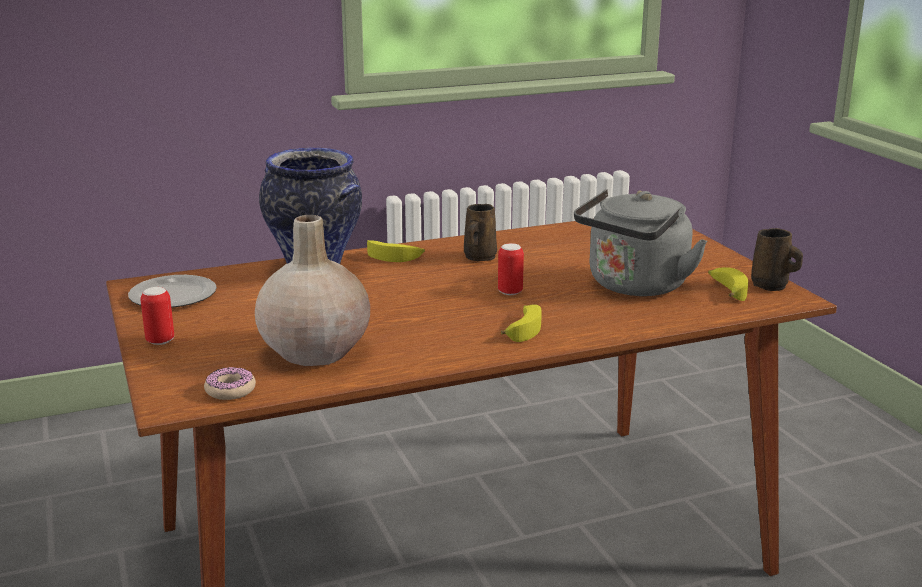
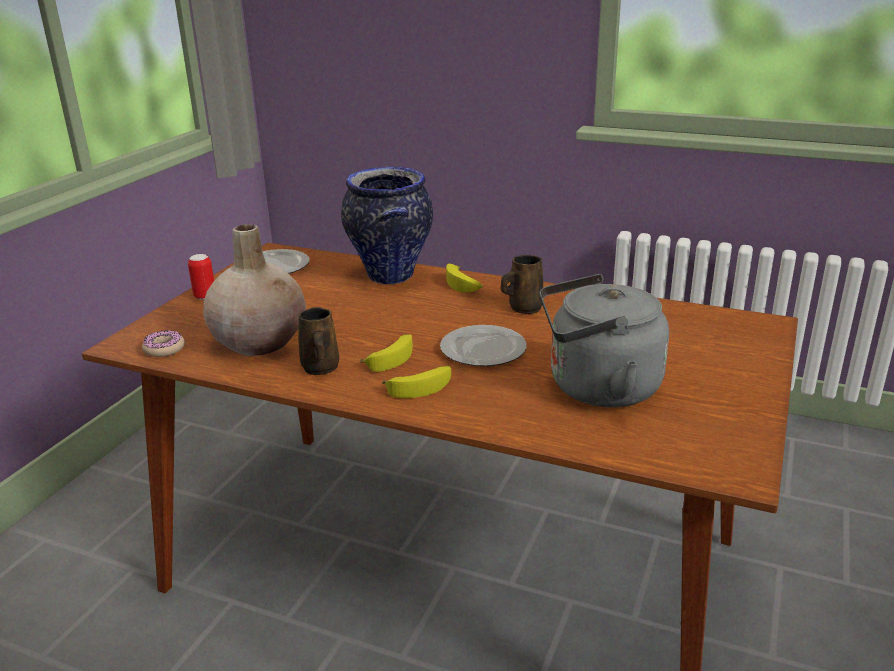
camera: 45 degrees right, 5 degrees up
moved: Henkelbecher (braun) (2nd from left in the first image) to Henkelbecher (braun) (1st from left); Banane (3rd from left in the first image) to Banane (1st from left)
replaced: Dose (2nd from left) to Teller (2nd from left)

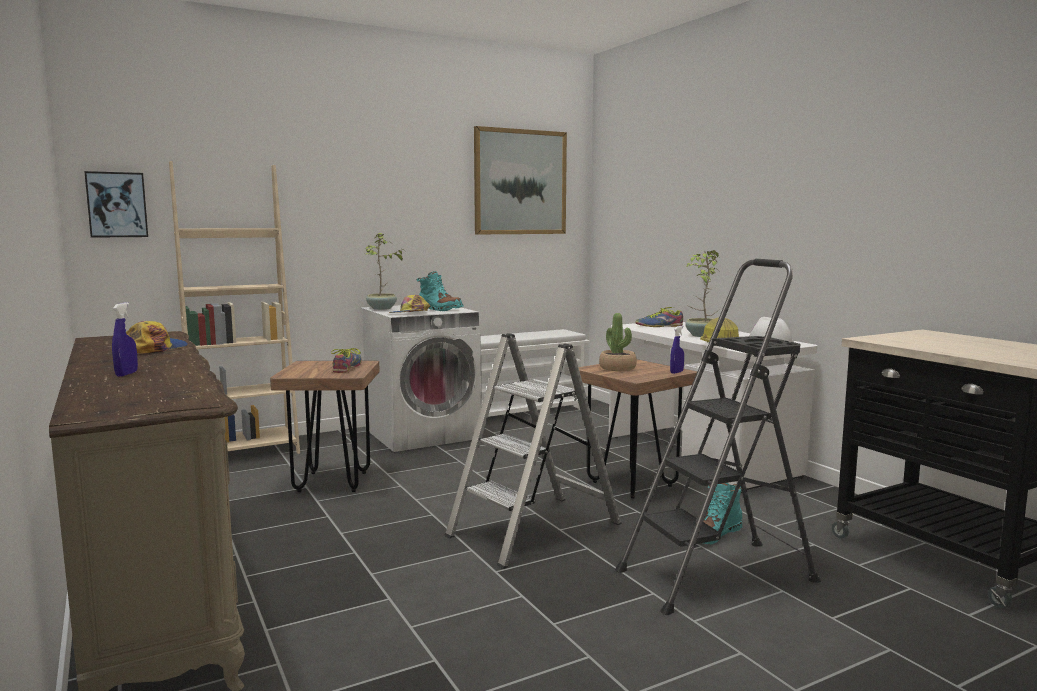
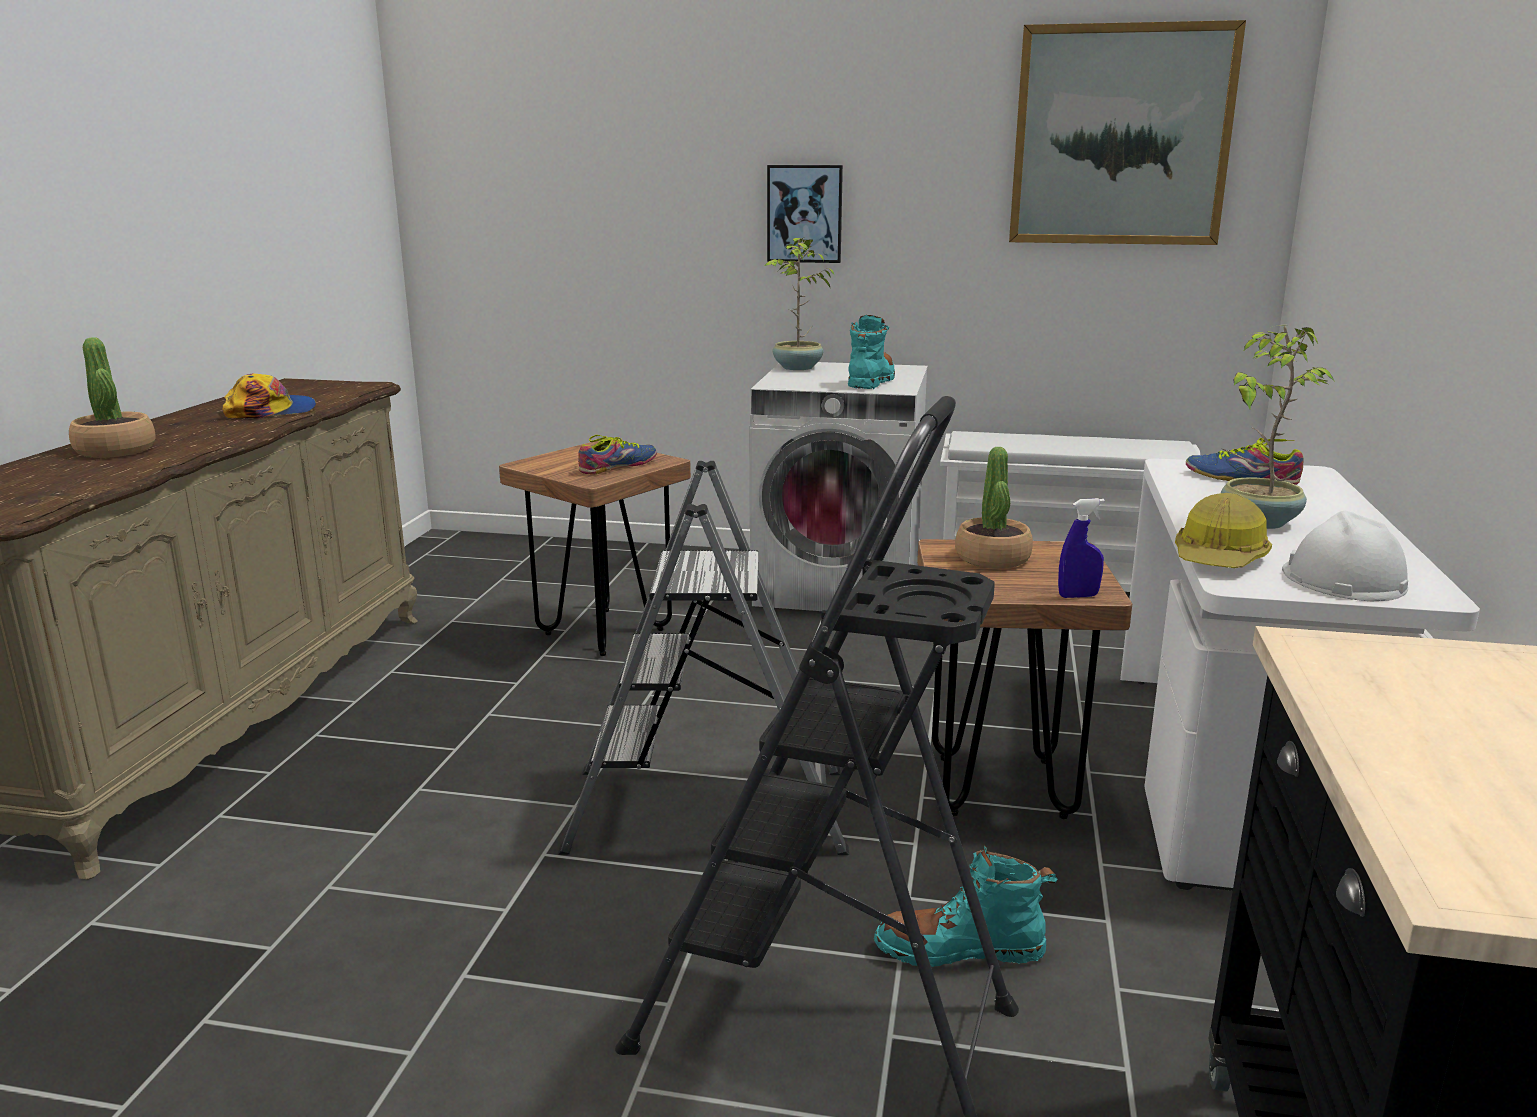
camera: 40 degrees right, 10 degrees up
removed: Bücherregal (beige); Kappe (2nd from left)
moved: Bild (1st from left)
replaced: Sprühflasche (blau) (1st from left) to Topfpflanze (1st from left)
turned: Stiefel (türkis) (1st from left) 150 degrees counterclockwise

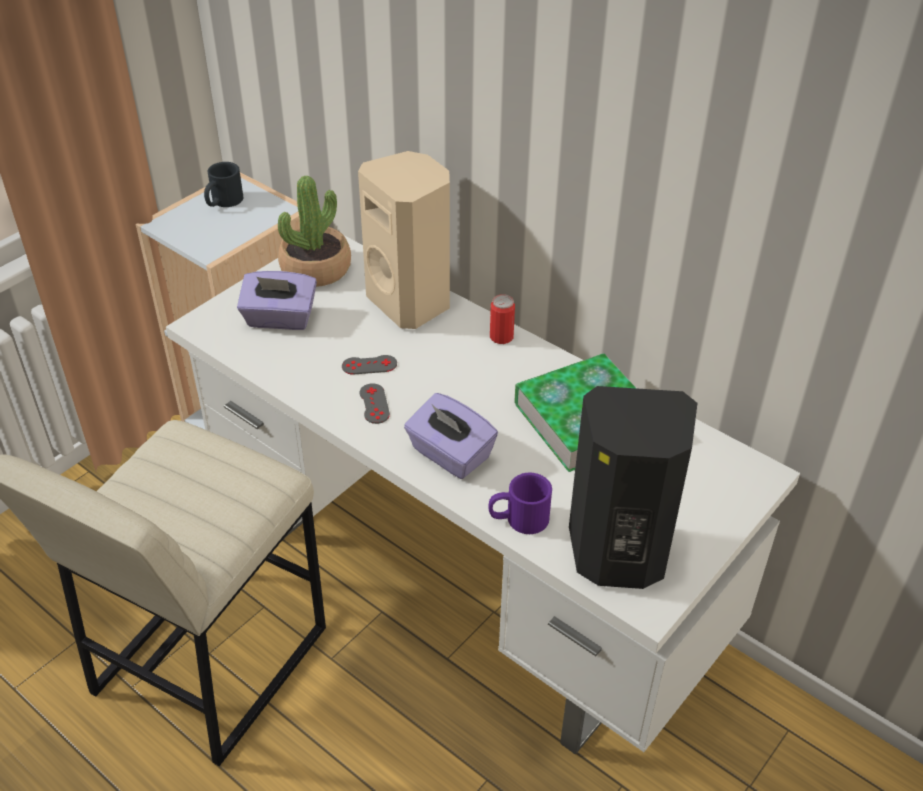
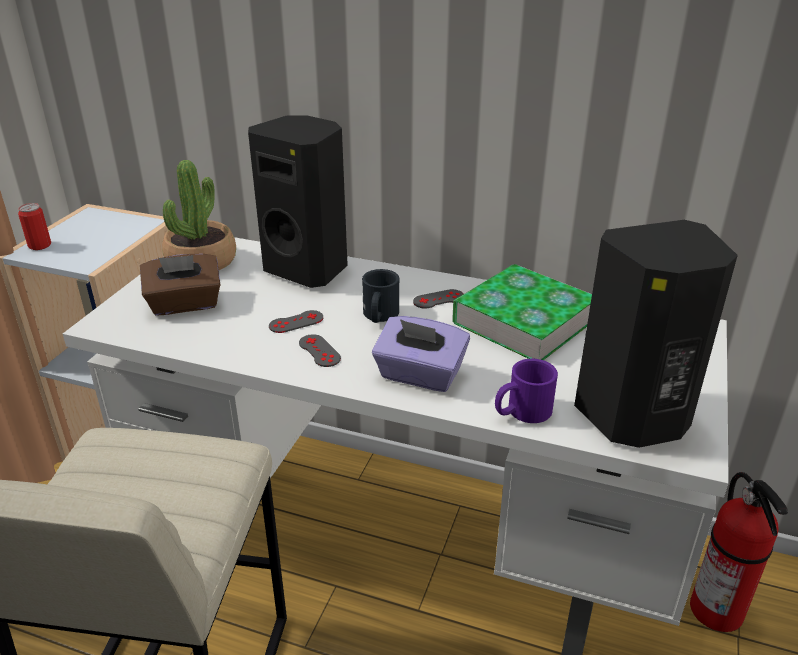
camera: 20 degrees left, 10 degrees down
added: Gamepad (grau) (3rd from left); Feuerlöscher
moved: Dose; Henkelbecher (schwarz)
recoloured: Taschentuchbox (lila) (1st from left) to Taschentuchbox (braun); Lautsprecher (beige) to Lautsprecher (schwarz) (1st from left)

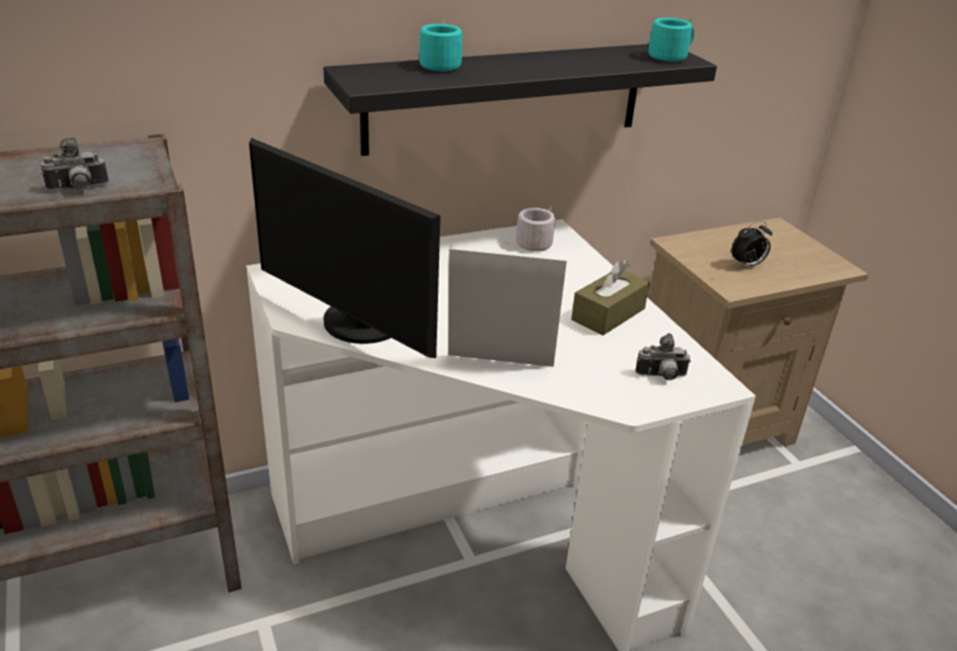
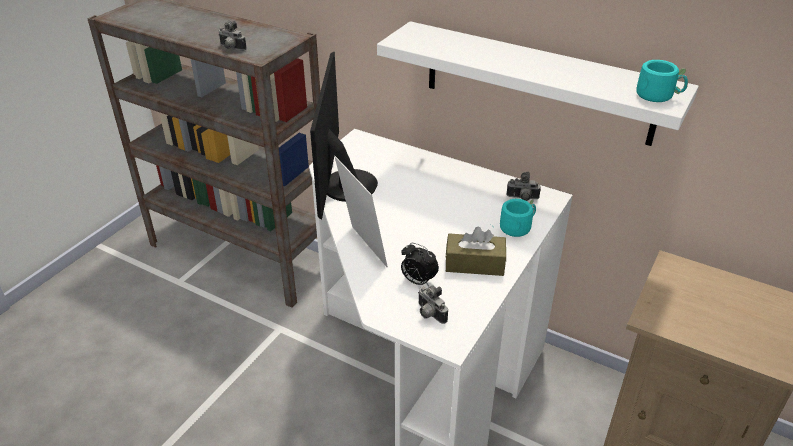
camera: 55 degrees right, 5 degrees up
moved: Wecker; Henkelbecher (türkis) (1st from left)
replaced: Henkelbecher (grau) to Kamera (3rd from left)
recoloured: Wandregal (schwarz) to Wandregal (weiß)

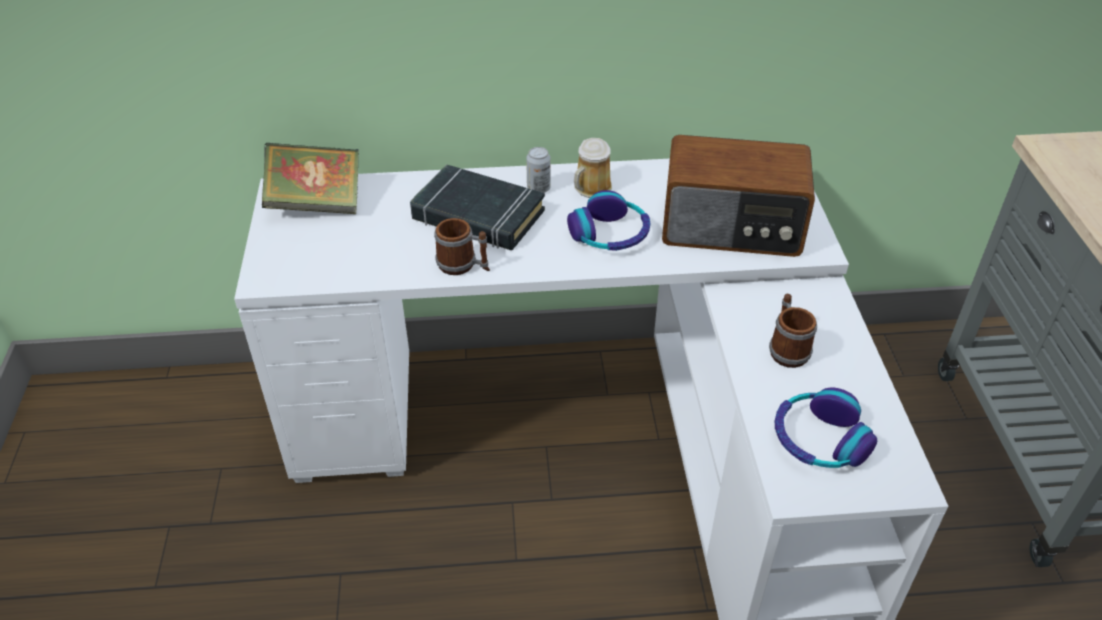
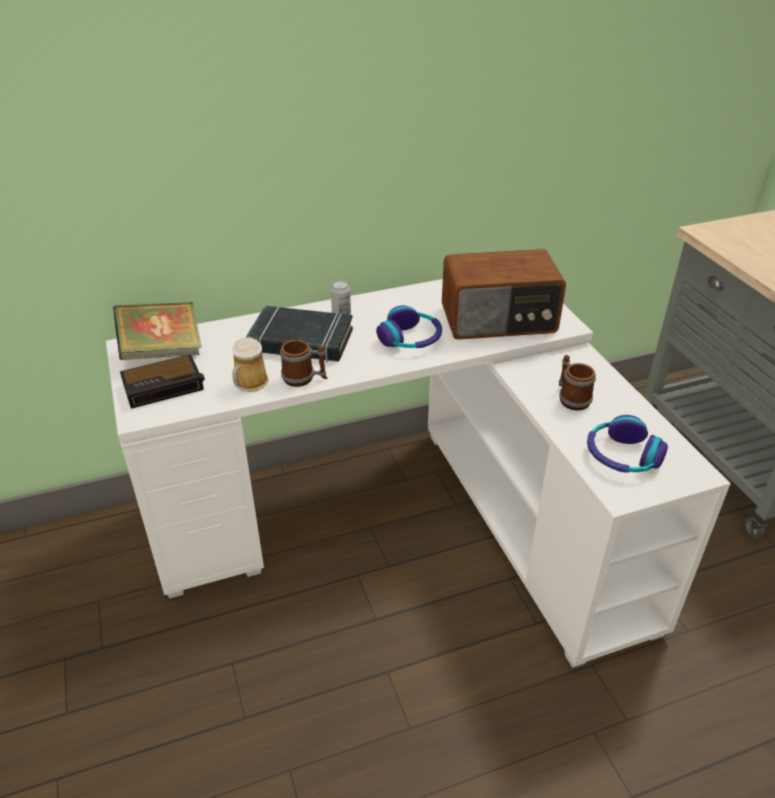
camera: 15 degrees left, 5 degrees down
added: Wecker
moved: Henkelbecher (2nd from left in the first image) to Henkelbecher (1st from left)

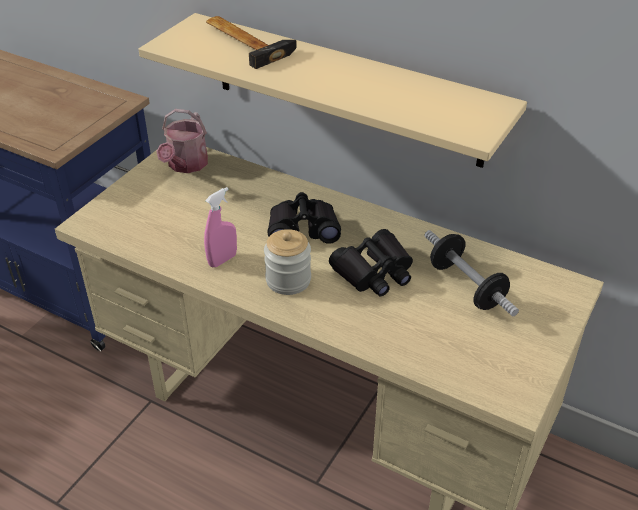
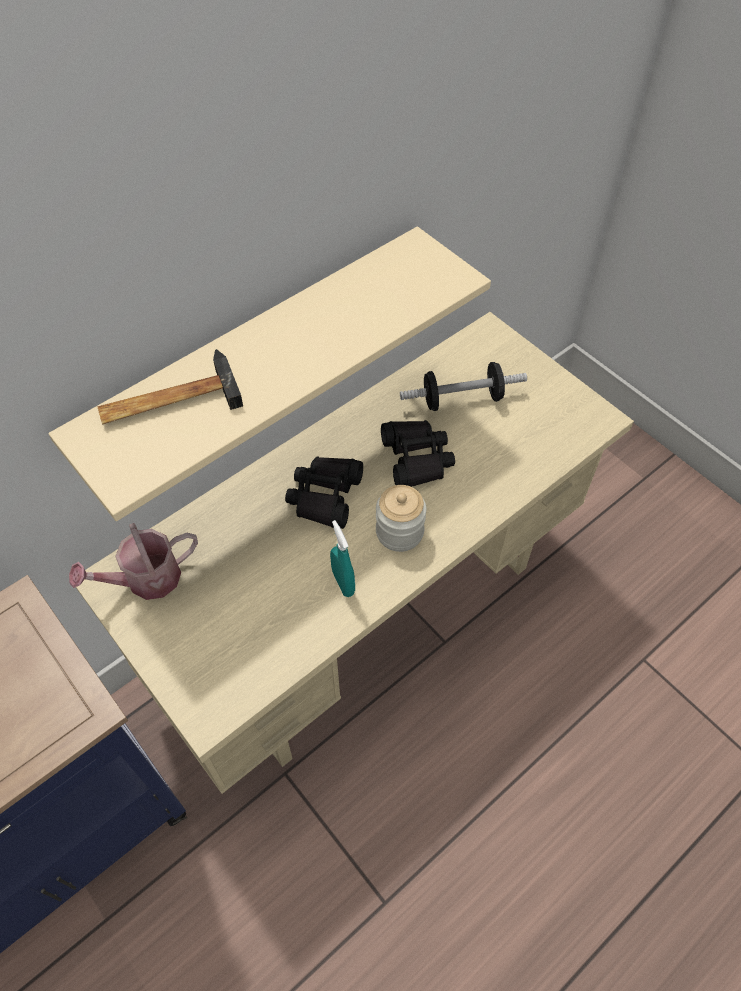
camera: 70 degrees left, 15 degrees up
recoloured: Sprühflasche (rosa) to Sprühflasche (türkis)
turned: Gießkanne 120 degrees clockwise

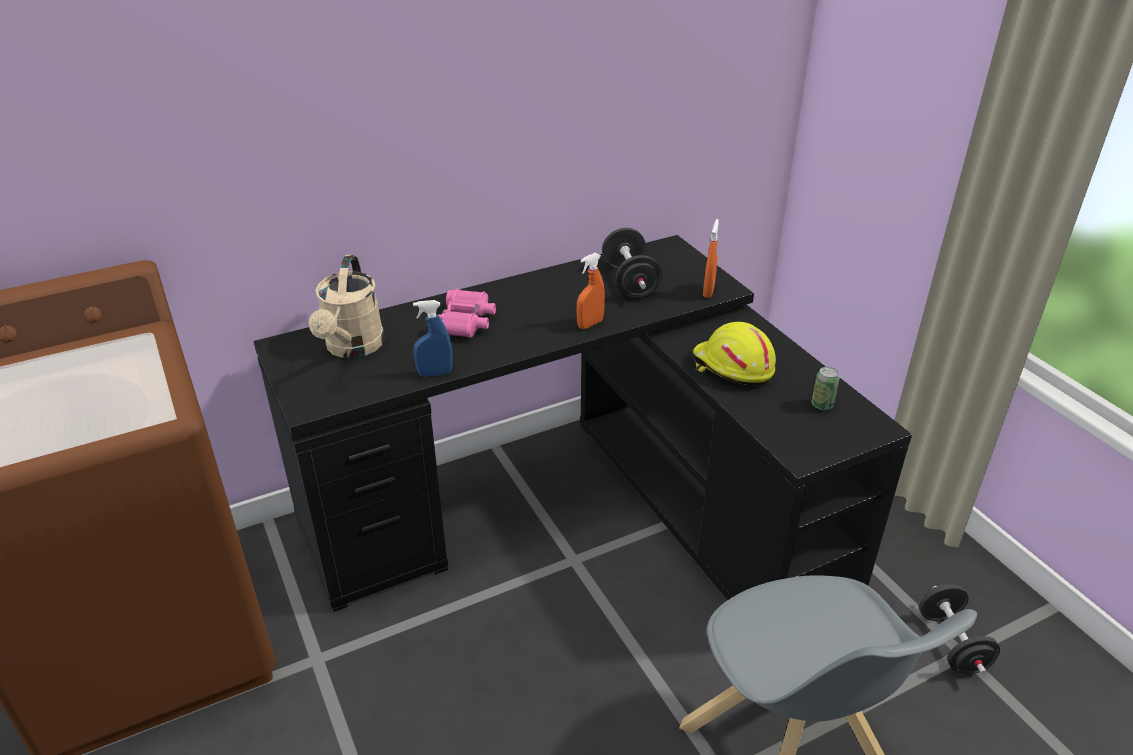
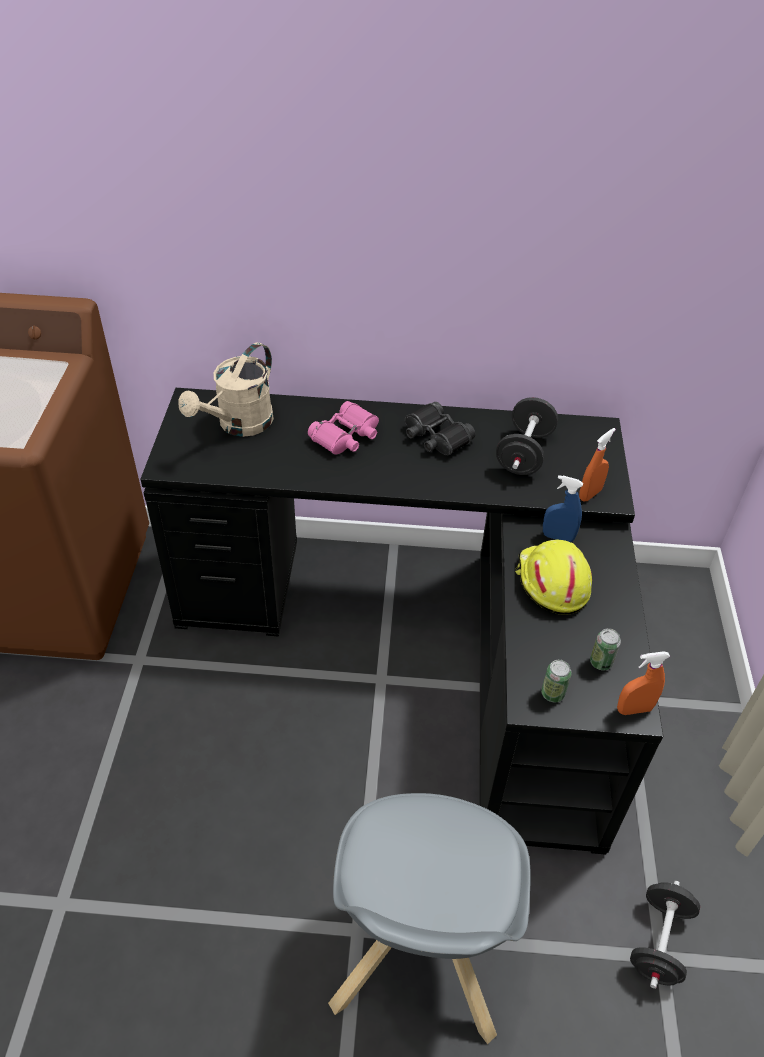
camera: 30 degrees right, 10 degrees up
added: Fernglas (schwarz); Dose (1st from left)
moved: Sprühflasche (blau); Sprühflasche (orange) (1st from left in the first image) to Sprühflasche (orange) (2nd from left)

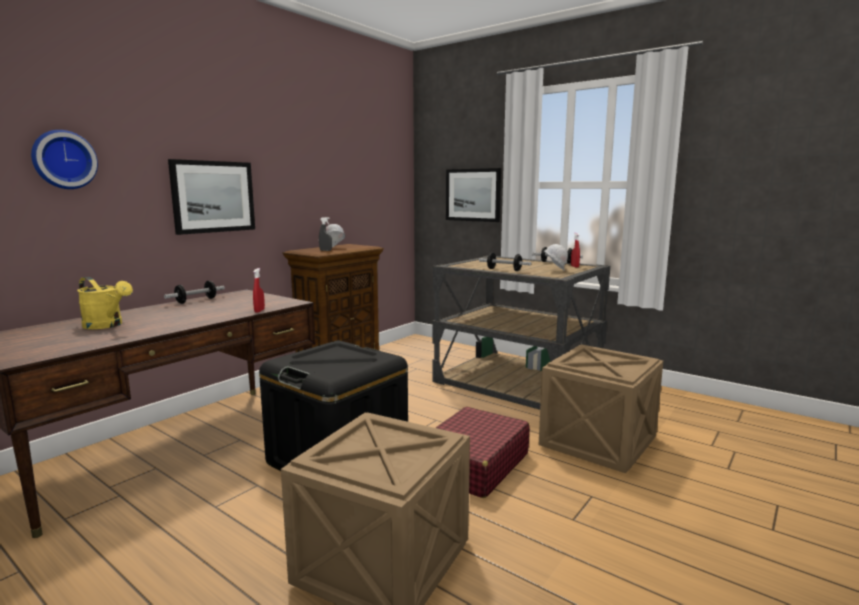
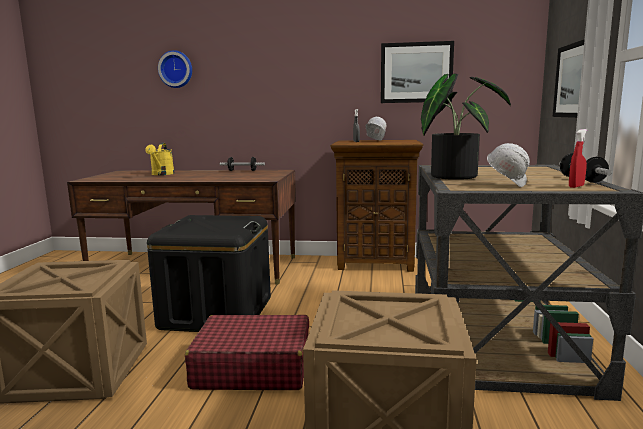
camera: 60 degrees right, 0 degrees up
removed: Sprühflasche (rot) (1st from left)
moved: Bild (1st from left)
replaced: Hantel (2nd from left) to Topfpflanze

